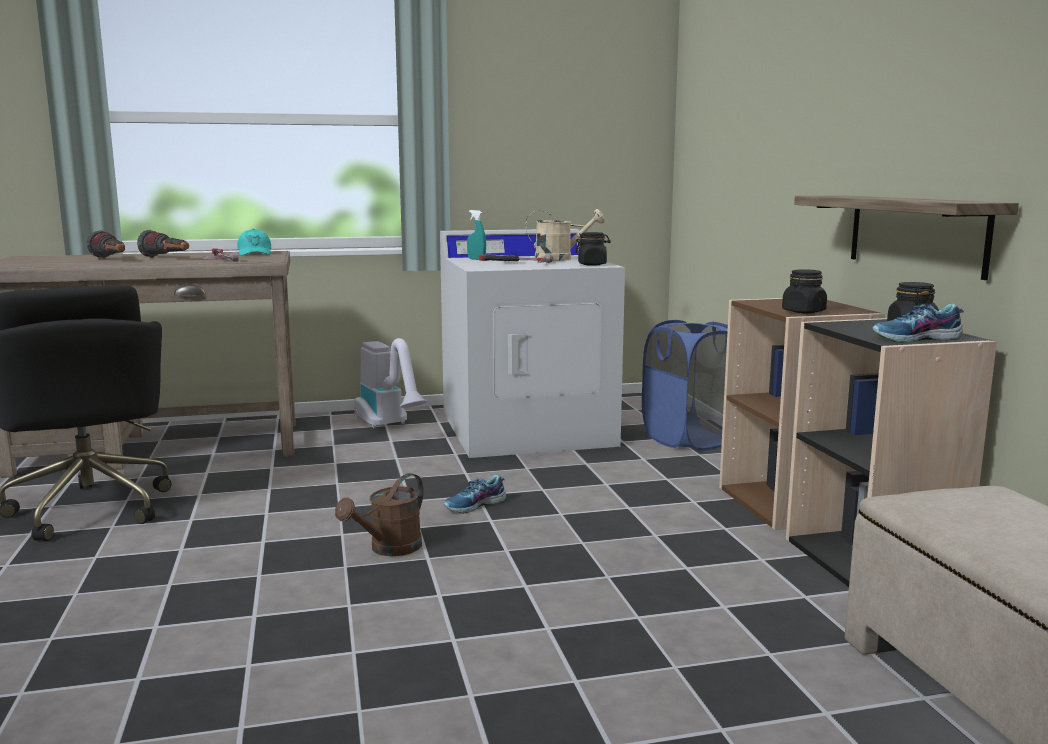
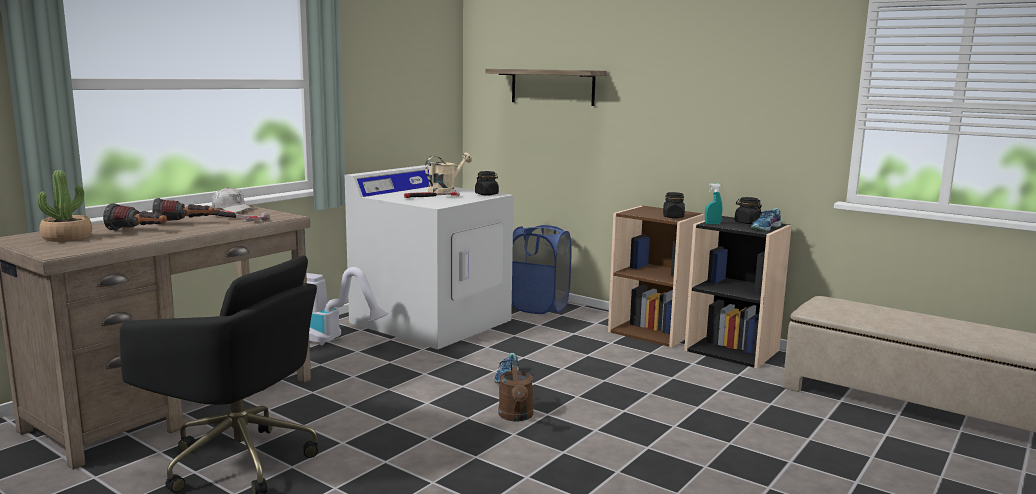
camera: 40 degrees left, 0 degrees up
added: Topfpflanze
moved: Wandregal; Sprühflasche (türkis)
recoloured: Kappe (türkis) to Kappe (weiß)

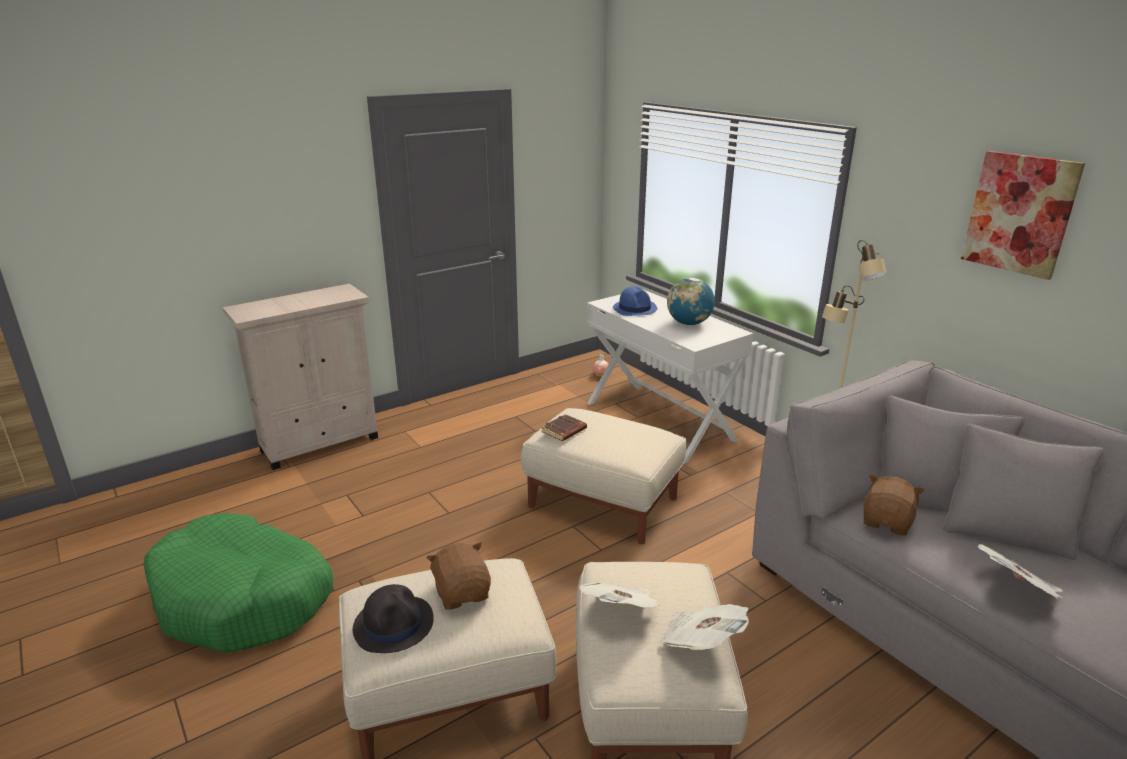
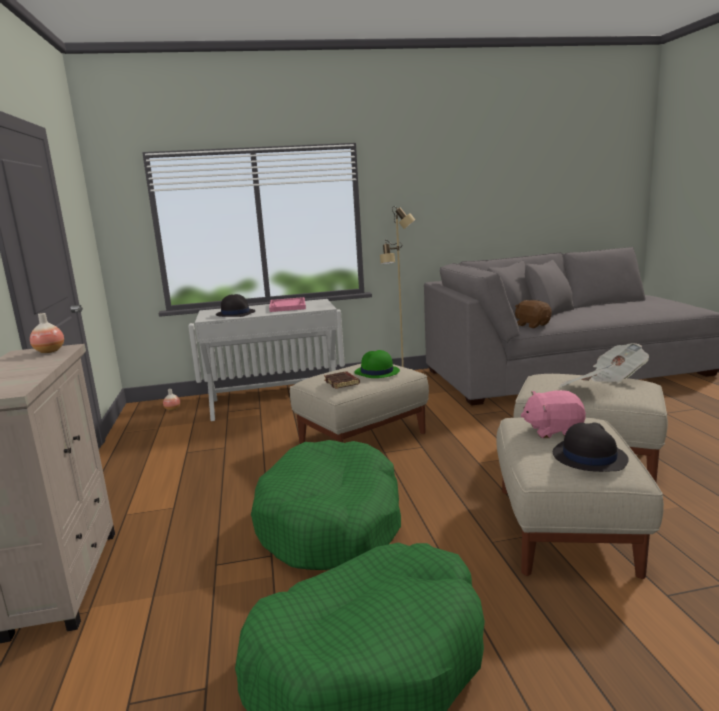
camera: 65 degrees left, 10 degrees down
removed: Bild; Zeitung (3rd from left)
added: Vase (1st from left); Hundebett (grün) (1st from left); Hut (grün)
replaced: Globus to Tablett (rosa)
recoloured: Hut (blau) to Hut (schwarz) (1st from left); Plüschtier (braun) (1st from left) to Plüschtier (rosa)

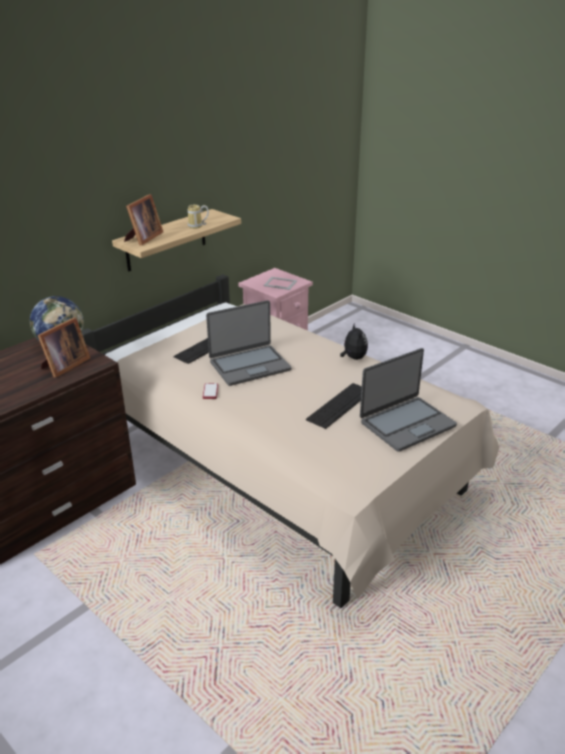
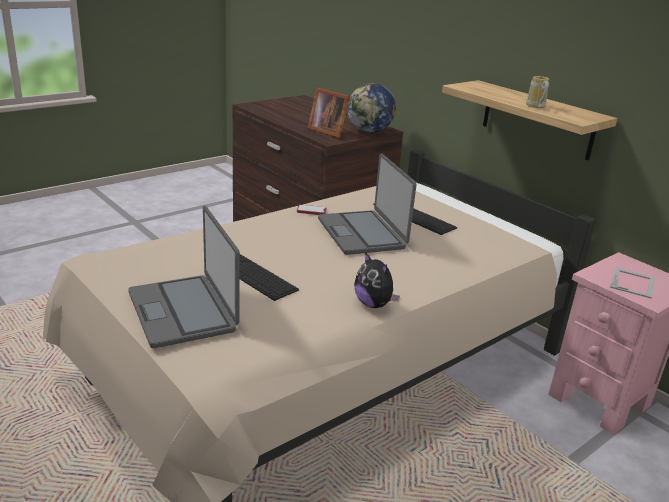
camera: 95 degrees right, 5 degrees down
removed: Bilderrahmen (2nd from left)
turned: Plüschtier 60 degrees clockwise

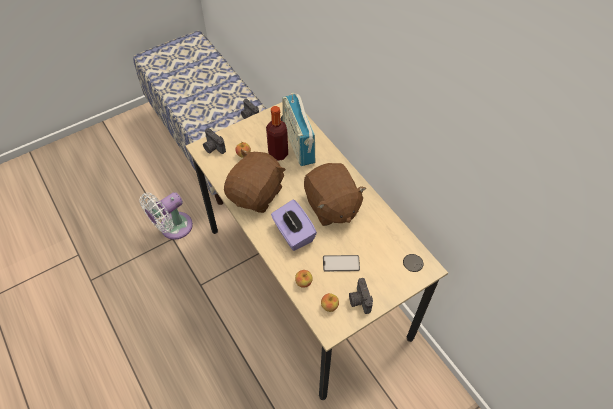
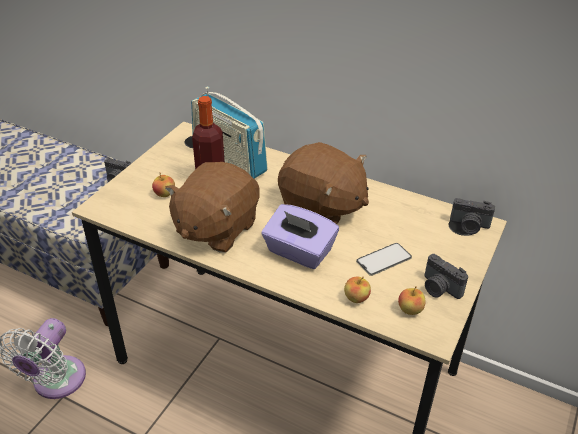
camera: 30 degrees left, 15 degrees down
moved: Kamera (1st from left in the first image) to Kamera (3rd from left)
turned: Plüschtier (braun) (1st from left) 150 degrees counterclockwise

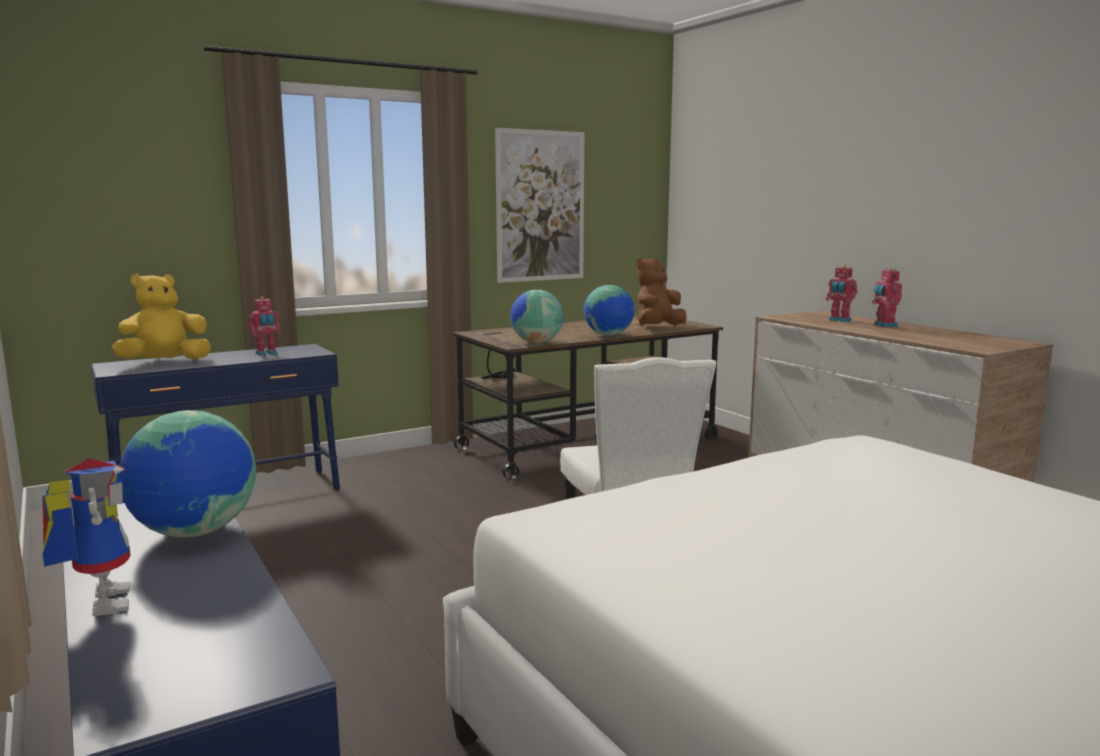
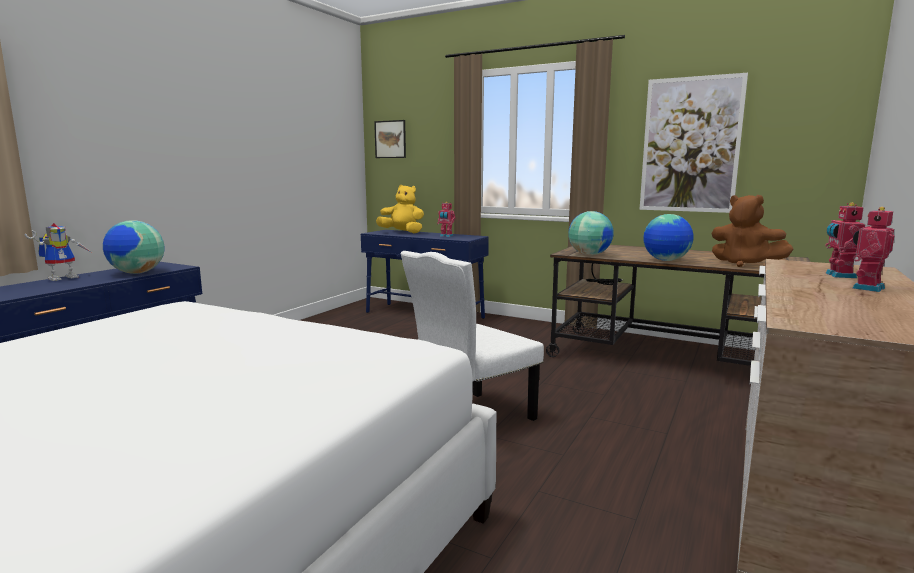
camera: 60 degrees right, 0 degrees up
added: Bild (1st from left)
turned: Plüschtier (braun) 150 degrees counterclockwise

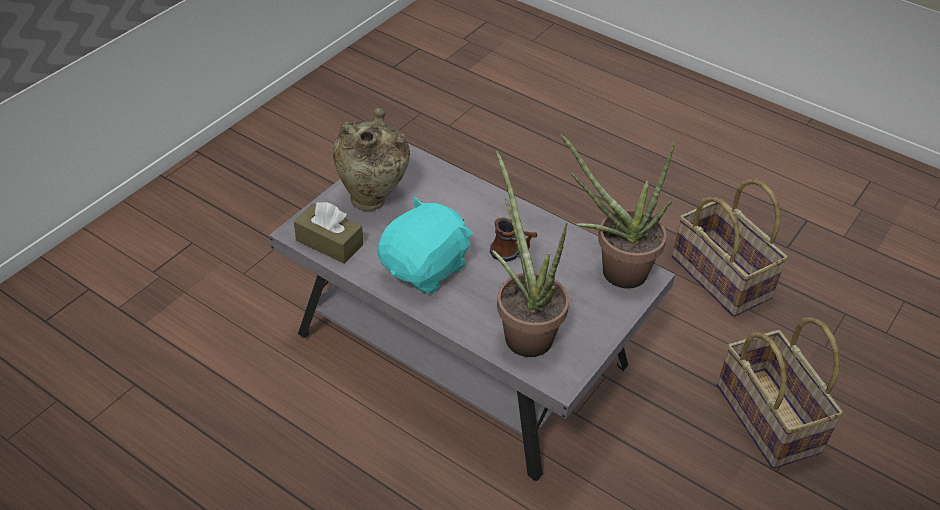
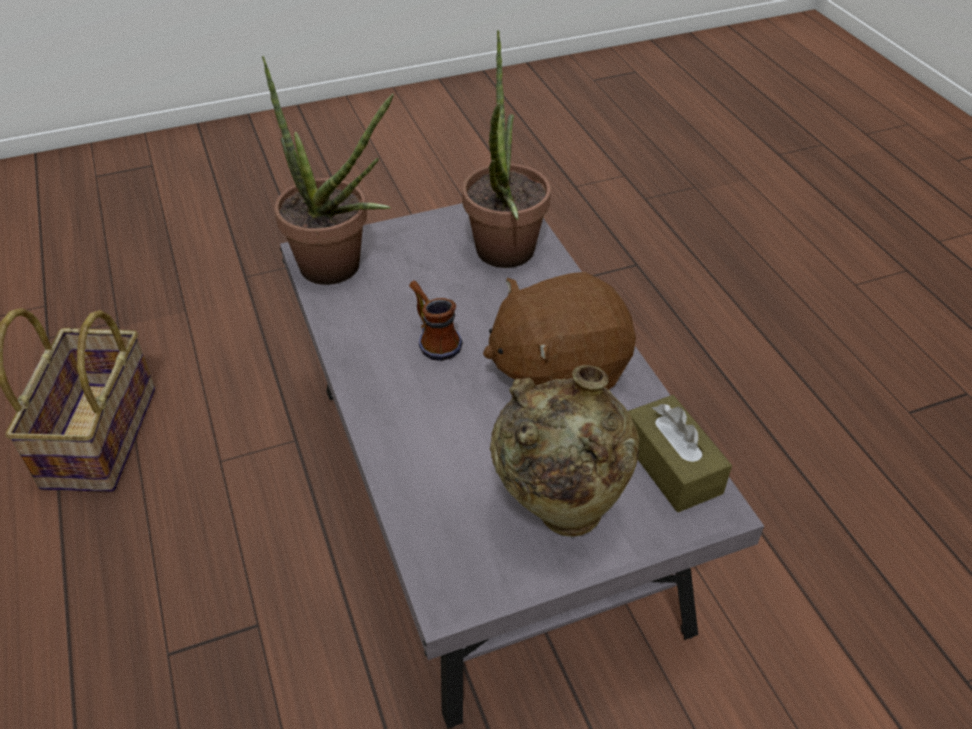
camera: 145 degrees left, 0 degrees up
removed: Korb (2nd from left)
recoloured: Plüschtier (türkis) to Plüschtier (braun)

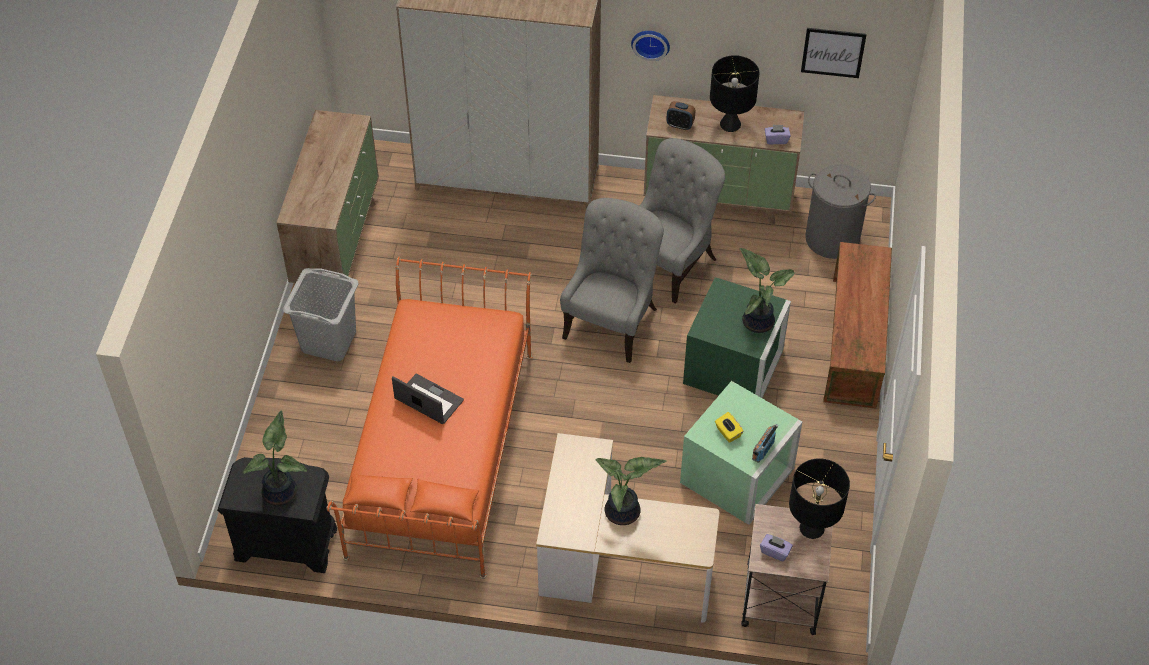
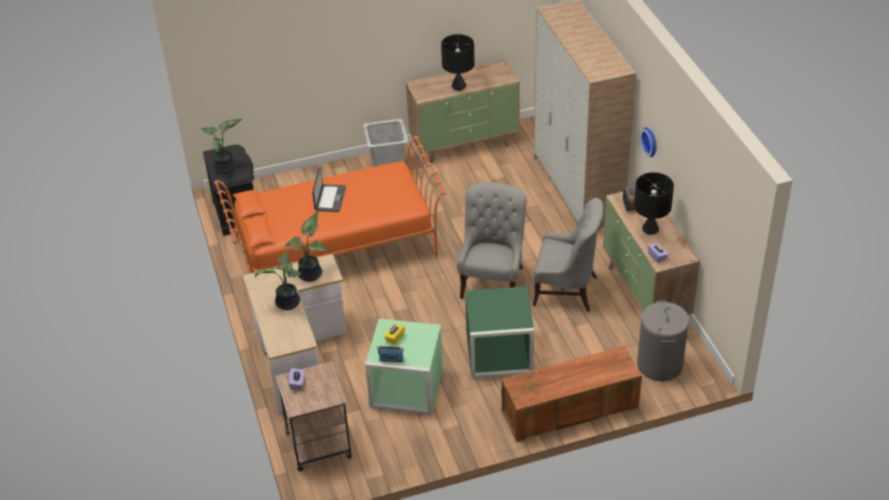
camera: 65 degrees right, 10 degrees down
removed: Bild
moved: Topfpflanze (3rd from left); Tischlampe (schwarz) (2nd from left in the first image) to Tischlampe (schwarz) (1st from left)
turned: Sessel (grau) (1st from left) 75 degrees counterclockwise

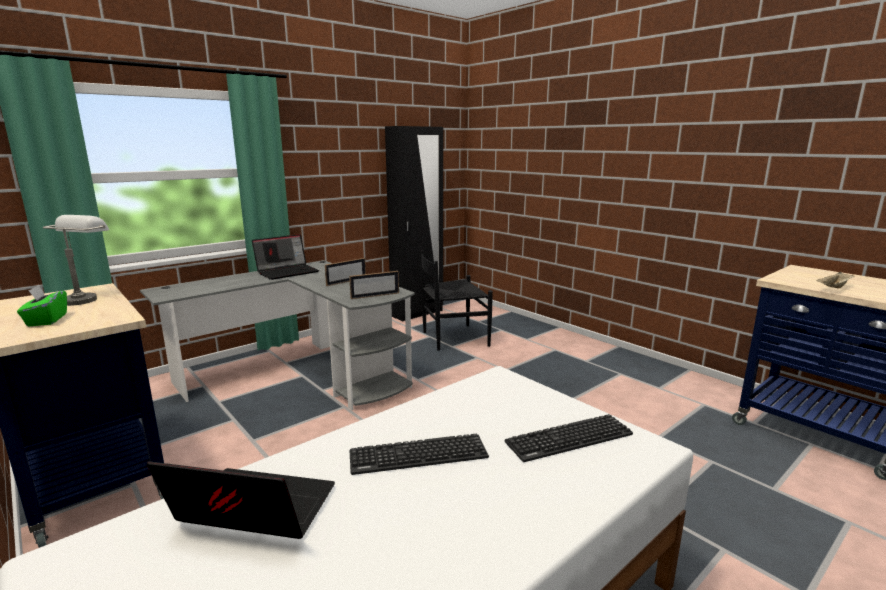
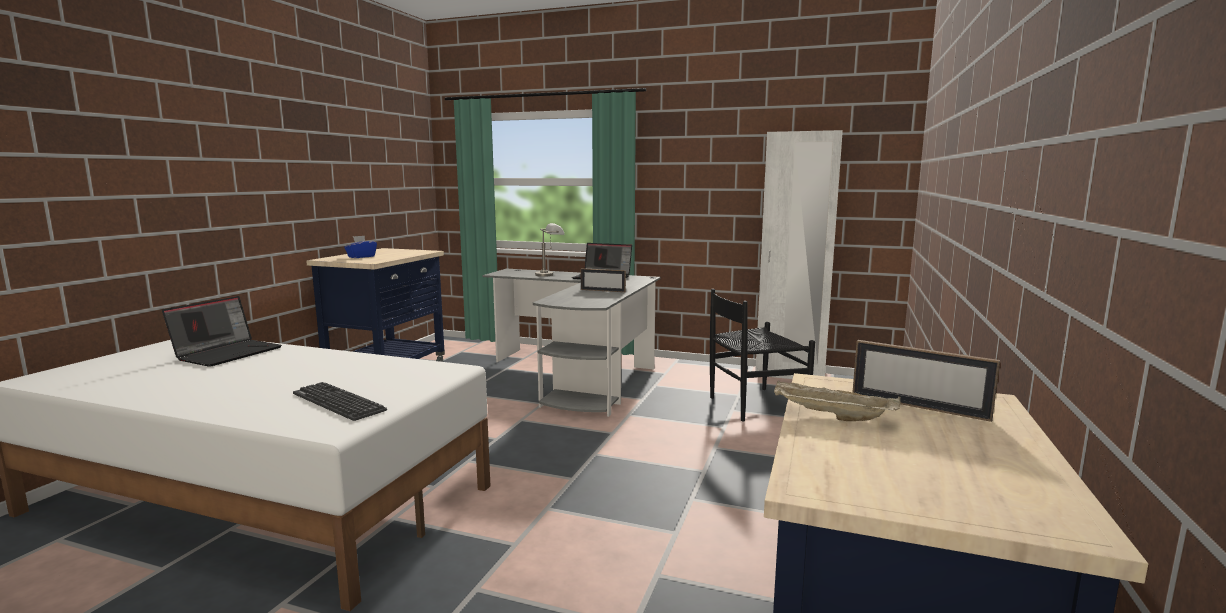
camera: 60 degrees right, 5 degrees down
removed: Tastatur (1st from left)
moved: Tischlampe (grau); Bilderrahmen (2nd from left)
recoloured: Taschentuchbox (grün) to Taschentuchbox (blau); Kleiderschrank (schwarz) to Kleiderschrank (weiß)
turned: Laptop (1st from left) 45 degrees clockwise; Stuhl (schwarz) 60 degrees counterclockwise

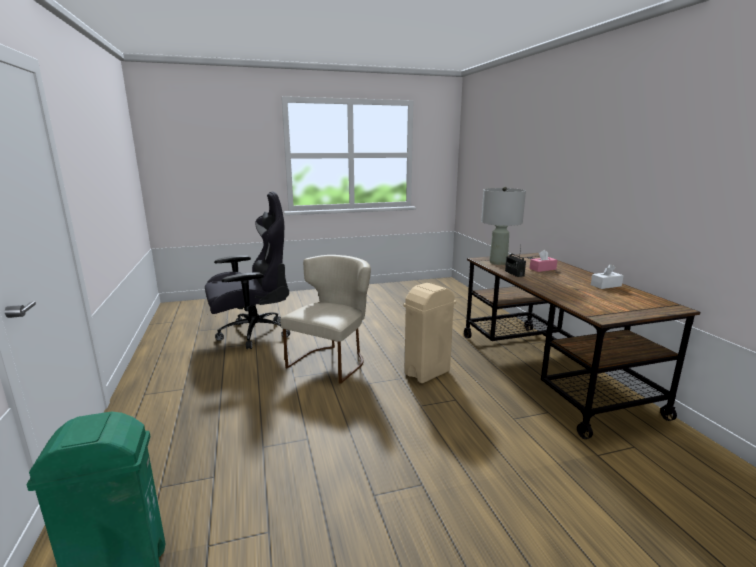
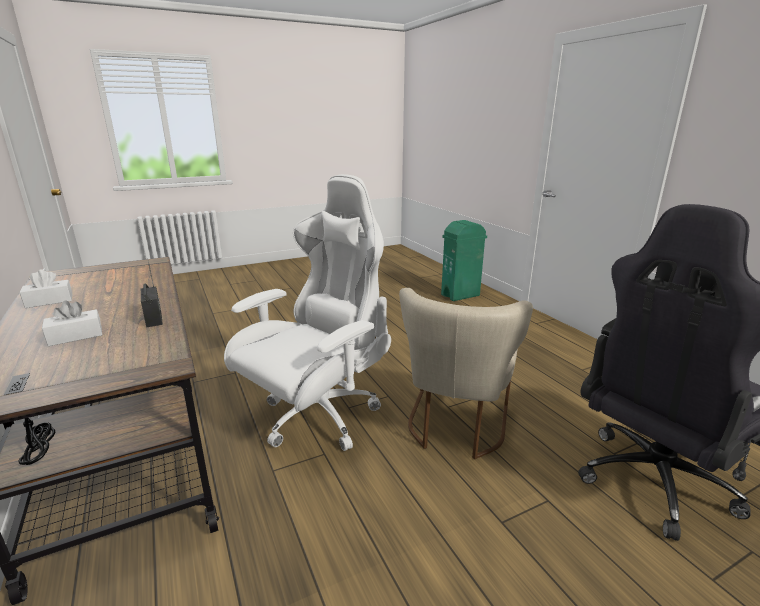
camera: 170 degrees right, 5 degrees up
removed: Tischlampe (grau)
replaced: Mülleimer (beige) to Bürostuhl (weiß)
recoloured: Taschentuchbox (rosa) to Taschentuchbox (weiß) (2nd from left)

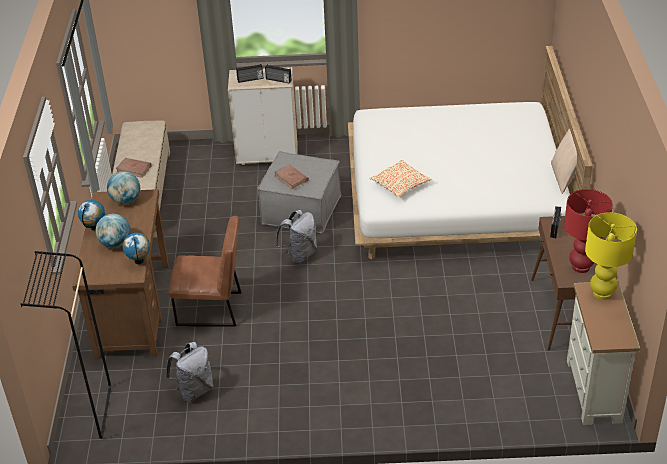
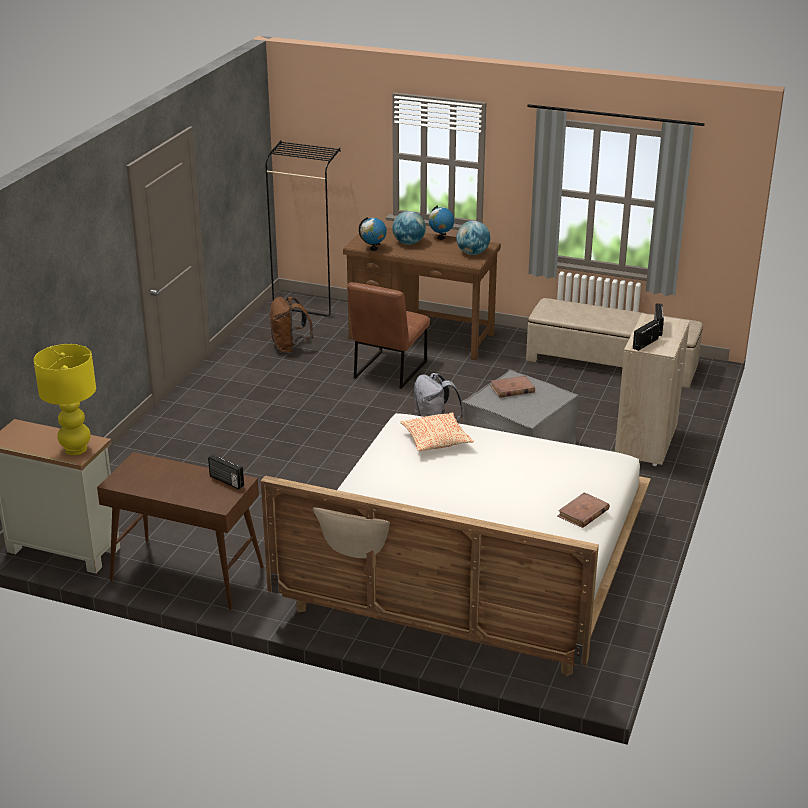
camera: 110 degrees right, 10 degrees down
removed: Tischlampe (rot)
moved: Buch (braun) (1st from left in the first image) to Buch (braun) (2nd from left)
recoloured: Rucksack (grau) (1st from left) to Rucksack (braun)

